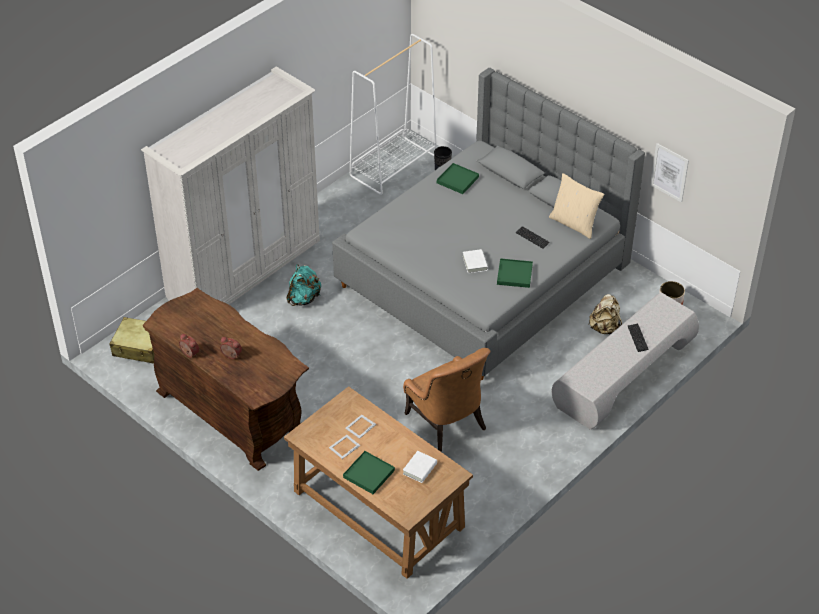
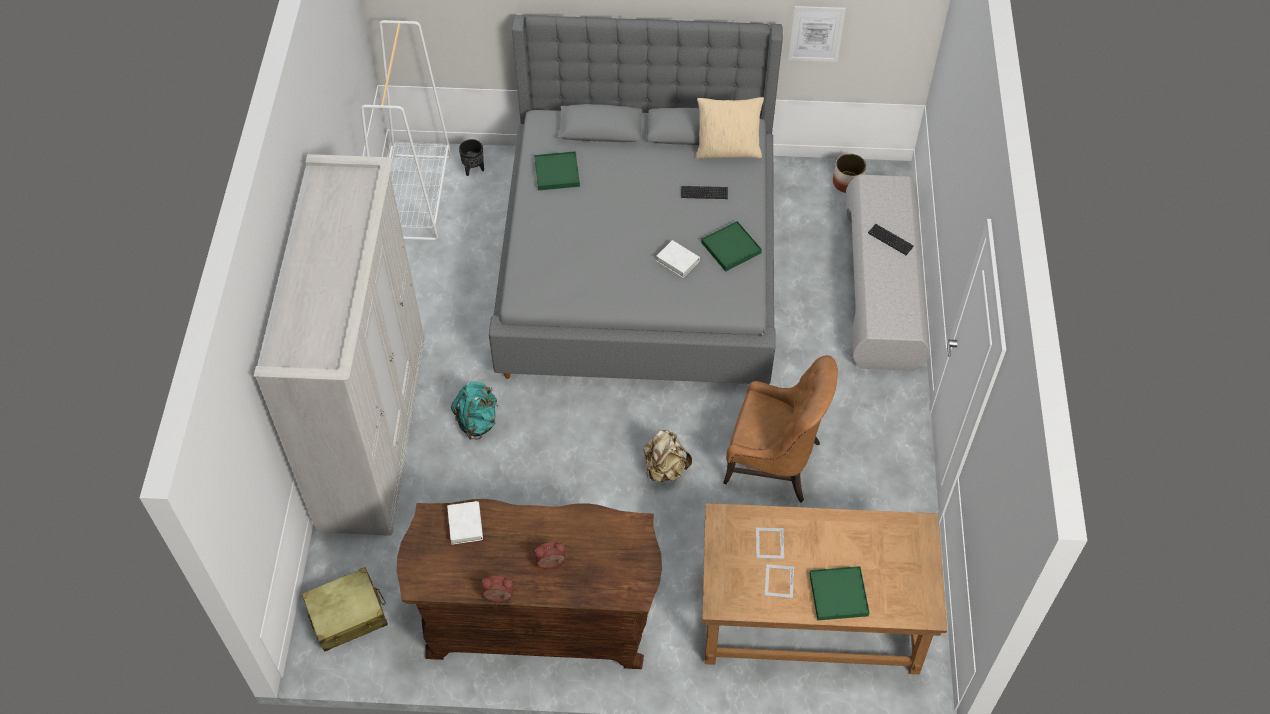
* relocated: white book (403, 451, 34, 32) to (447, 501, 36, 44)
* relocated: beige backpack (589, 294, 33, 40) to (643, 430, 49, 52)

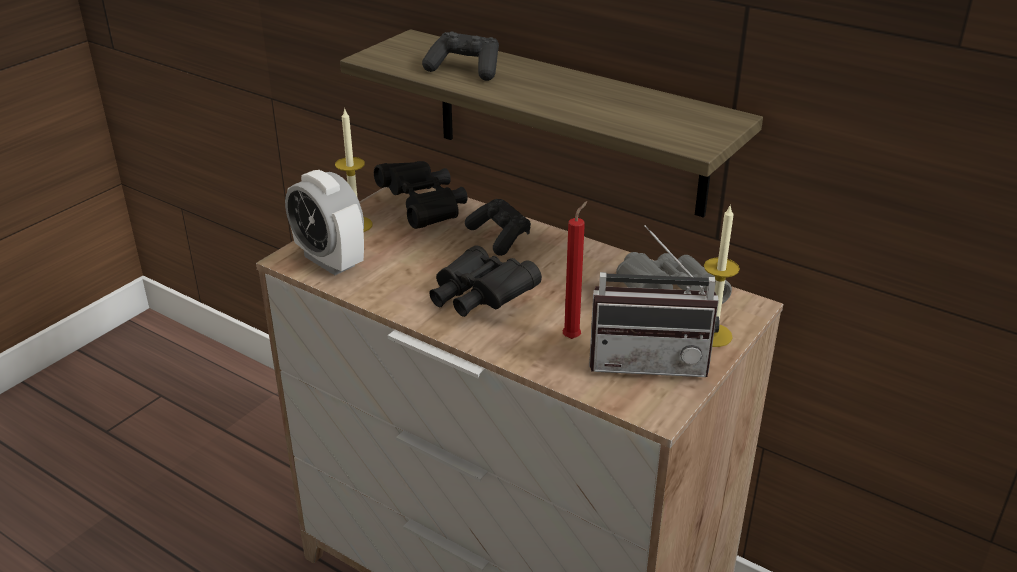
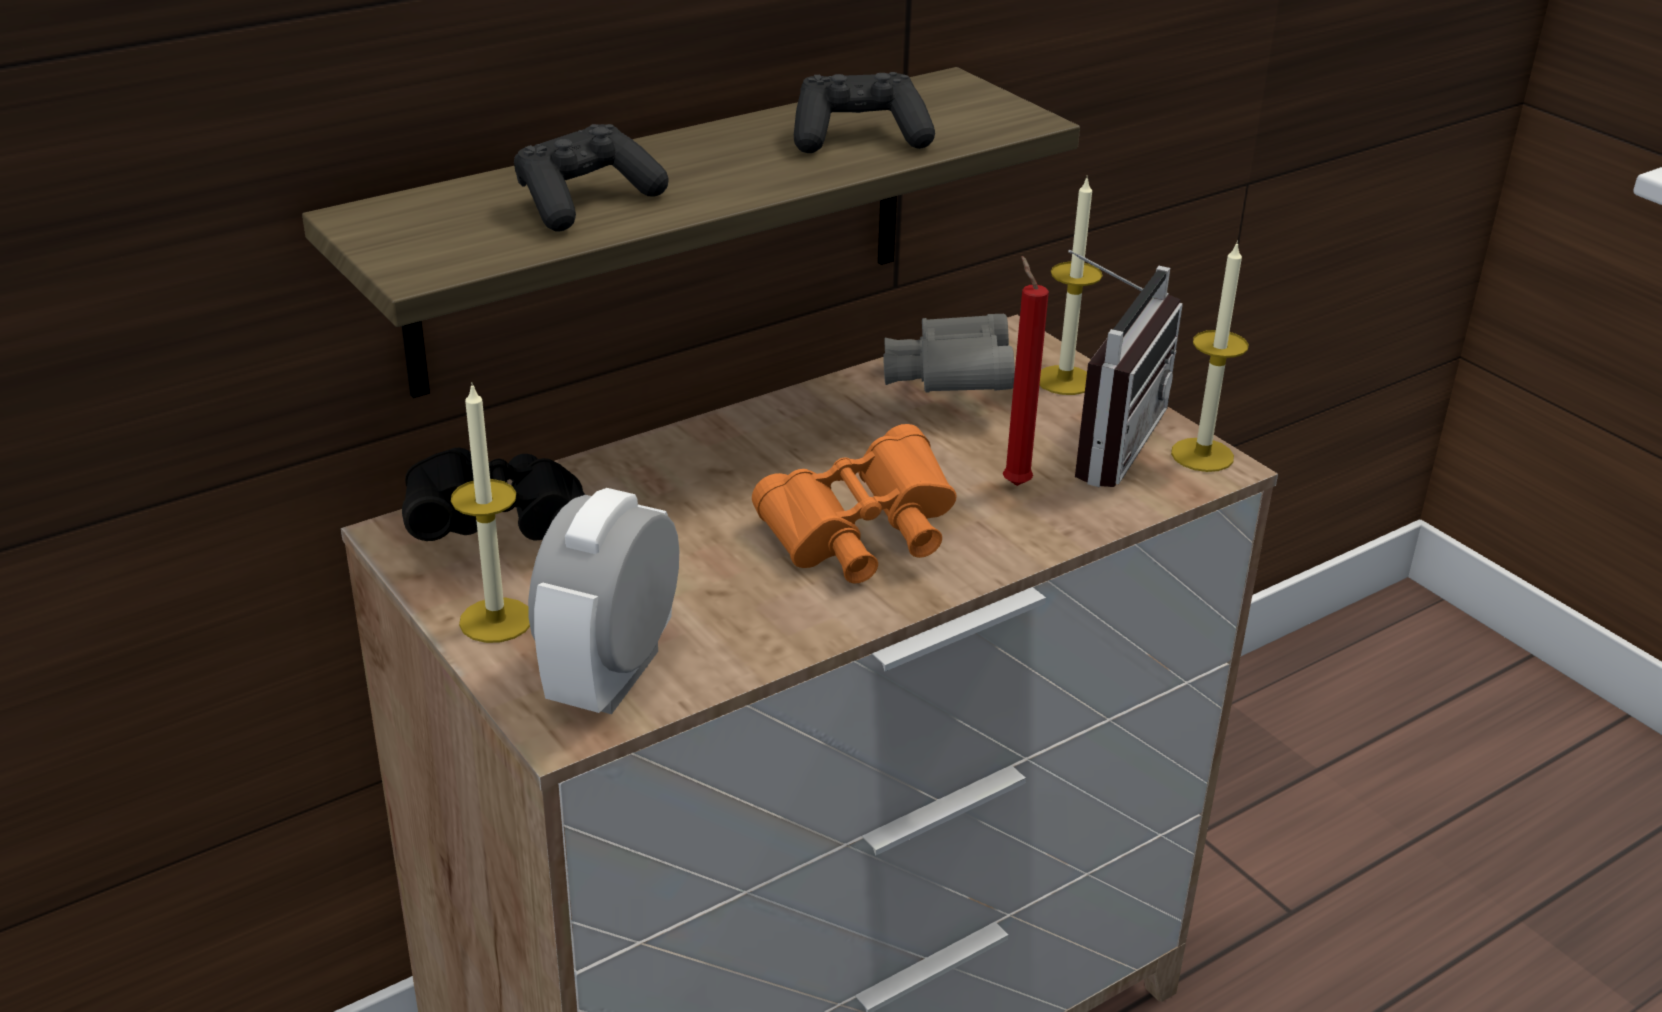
* appeared: candle (1171, 241, 77, 231)
* relocated: black game controller (465, 199, 66, 57) to (794, 72, 141, 81)
* colour: black binoculars (429, 245, 113, 72) to orange binoculars (752, 424, 205, 159)
* spun: alarm clock (285, 170, 79, 105) = (528, 488, 151, 226) 135 degrees clockwise

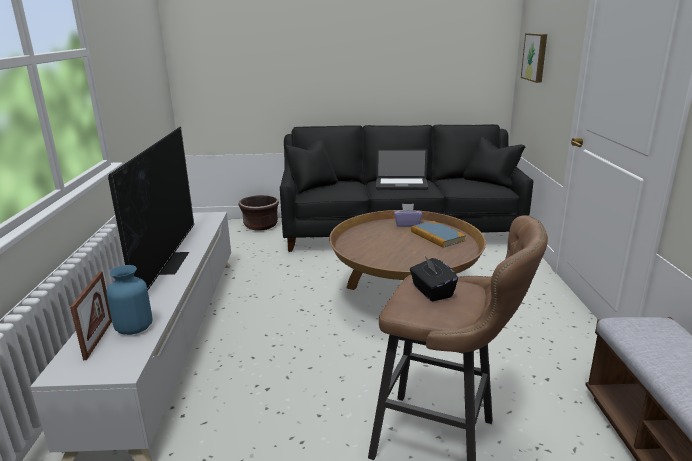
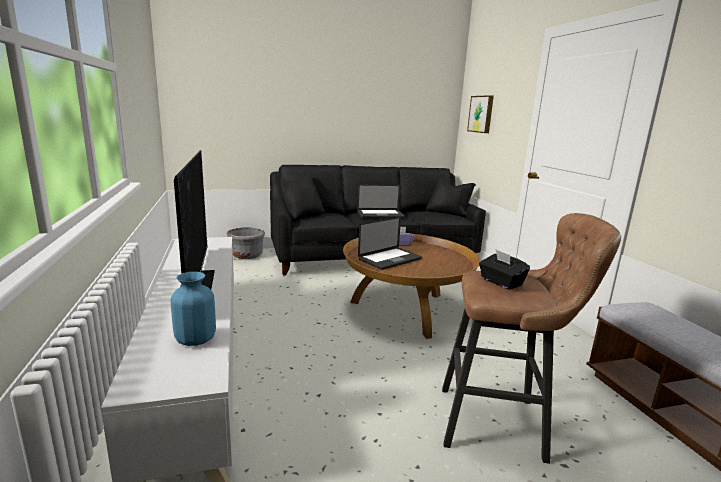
* missing: picture frame (70, 271, 42, 89)
* missing: book (411, 221, 55, 27)
* appeared: laptop (358, 217, 64, 53)
* colour: brown planter (239, 195, 40, 36) to grey planter (227, 227, 38, 32)

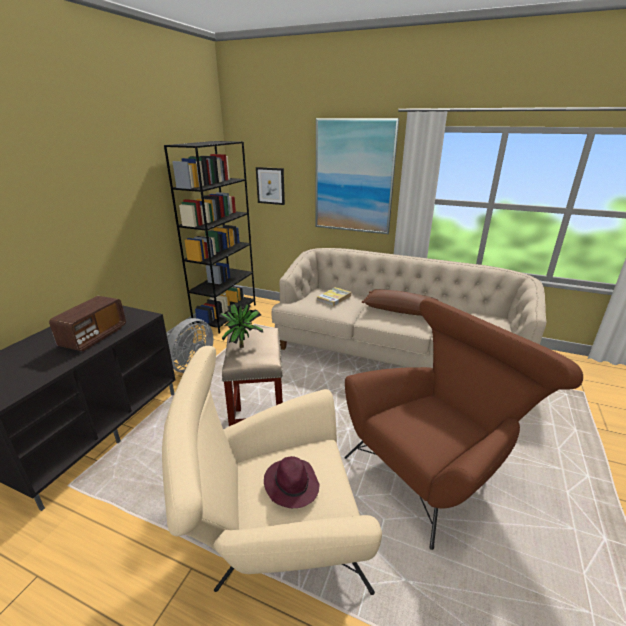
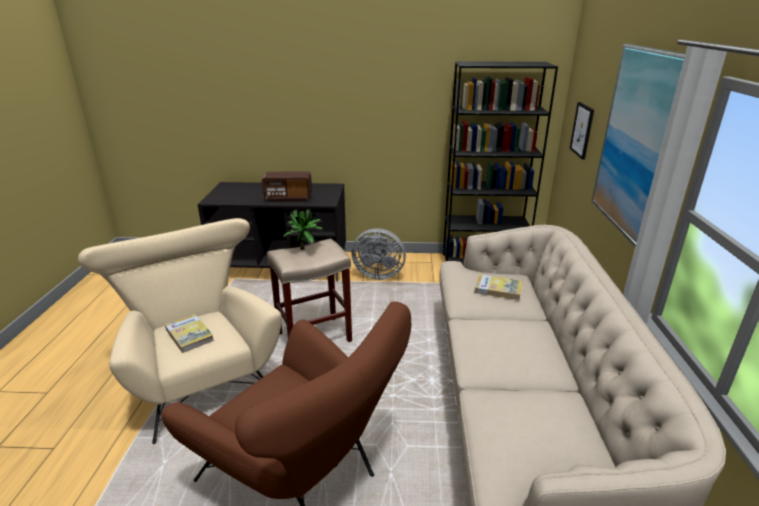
* missing: brown pillow (362, 289, 77, 27)
* exchanged: purple hat (264, 456, 55, 52) to book (165, 314, 49, 39)

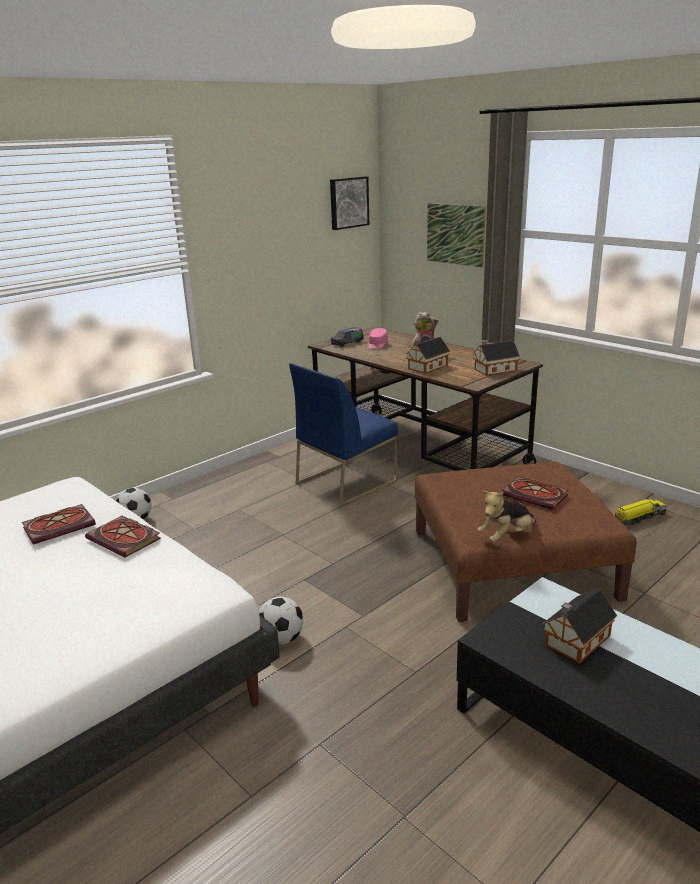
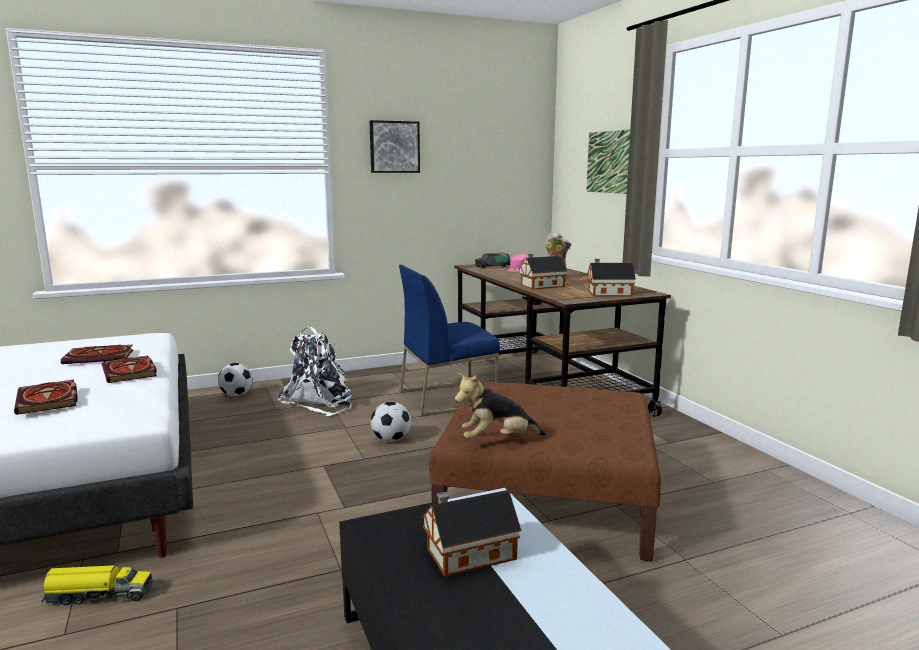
* appeared: white backpack (278, 326, 74, 91)
* relocated: football (259, 597, 44, 48) to (371, 402, 40, 40)
* relocated: picture (330, 176, 39, 54) to (370, 120, 50, 53)
* relocated: book (501, 476, 67, 34) to (14, 379, 64, 36)
* relocated: toy truck (615, 499, 51, 27) to (42, 565, 111, 40)

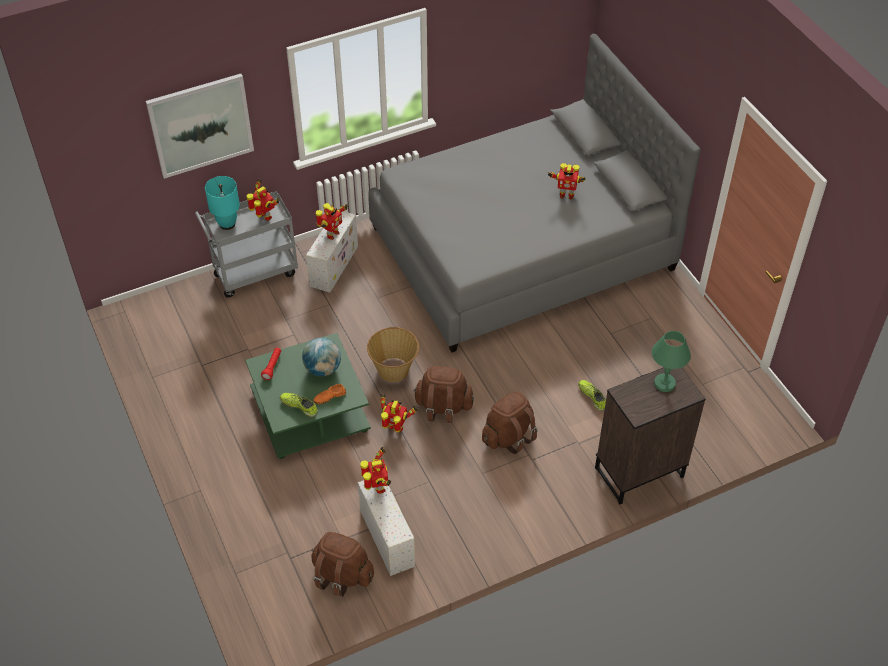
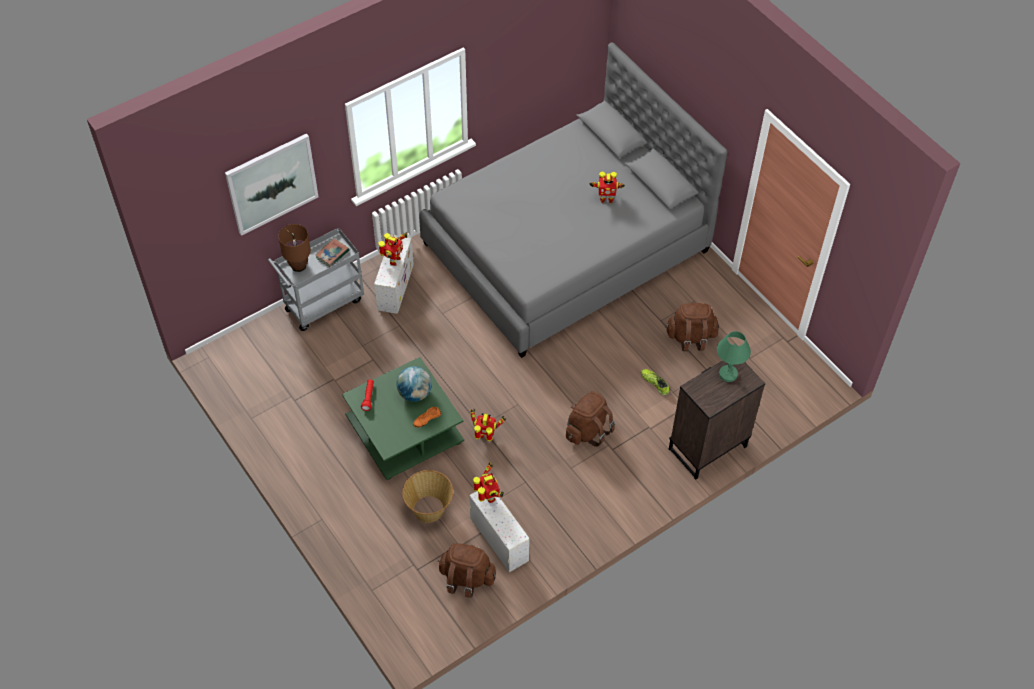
* missing: shoe (280, 393, 38, 24)
* relocated: basket (367, 327, 52, 55) to (402, 470, 51, 53)
* relocated: brown backpack (413, 366, 61, 57) to (666, 303, 53, 48)
* exchanged: toy robot (247, 179, 32, 42) to book (315, 238, 34, 29)
* colour: turquoise table lamp (205, 176, 35, 54) to brown table lamp (278, 224, 33, 48)

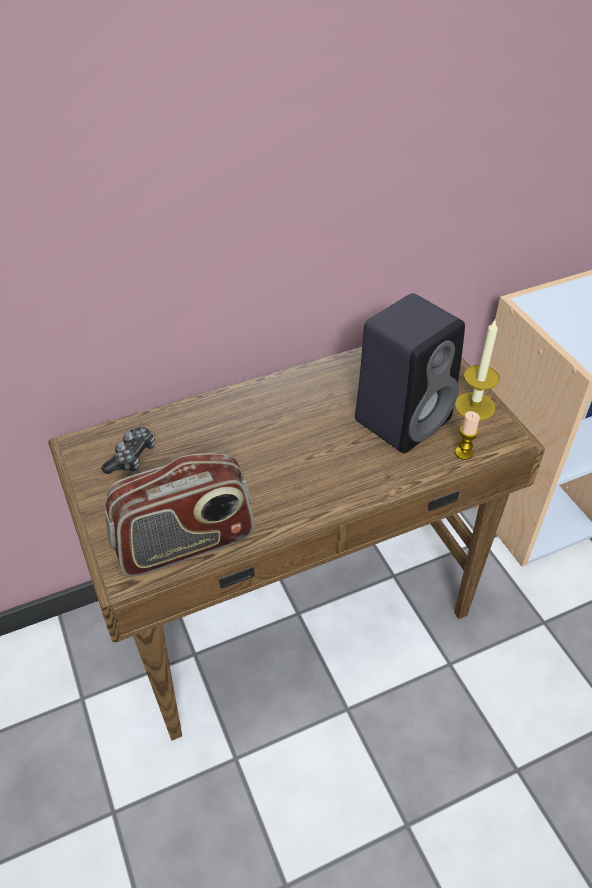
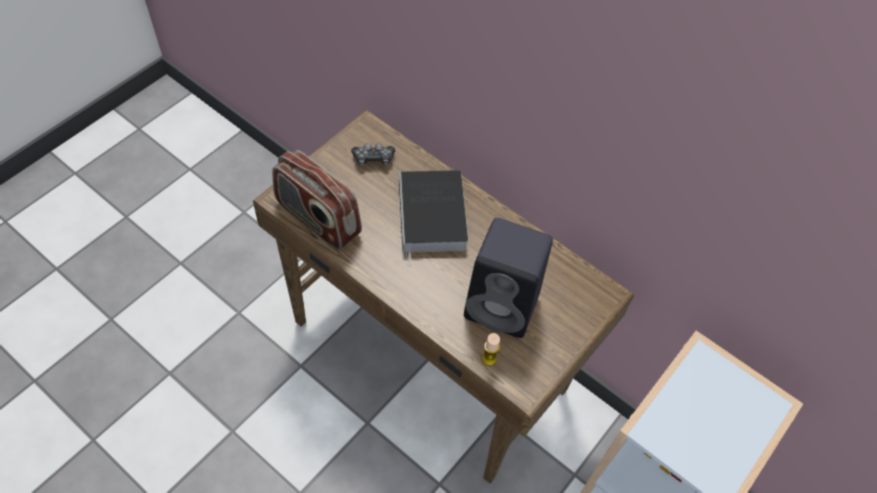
* missing: candle (455, 320, 45, 100)
* appeared: book (399, 170, 69, 98)

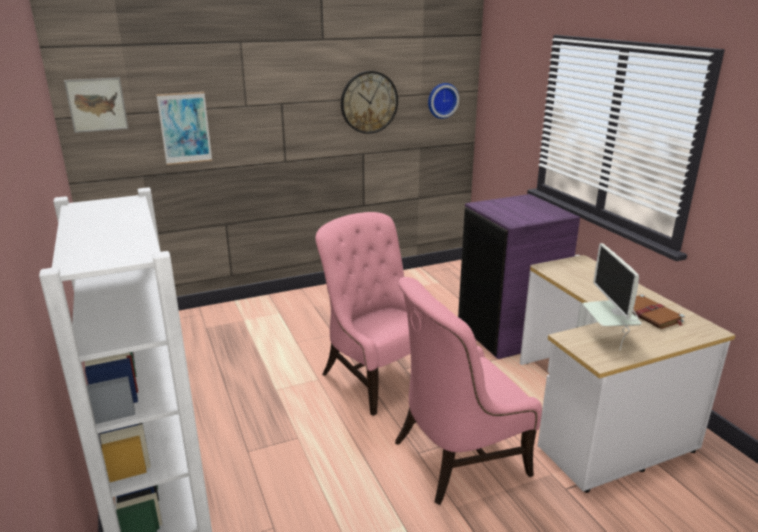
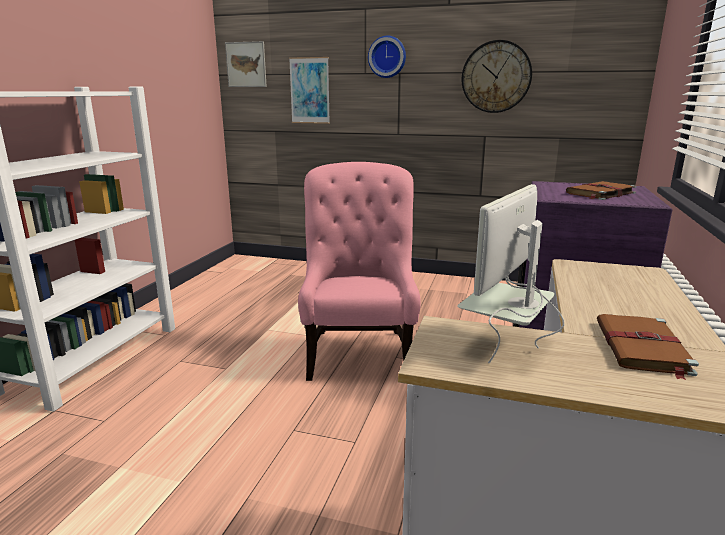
* missing: pink chair (395, 277, 147, 228)
* appeared: brown book (566, 181, 71, 19)
* relocated: wall clock (428, 83, 31, 36) to (368, 35, 38, 43)

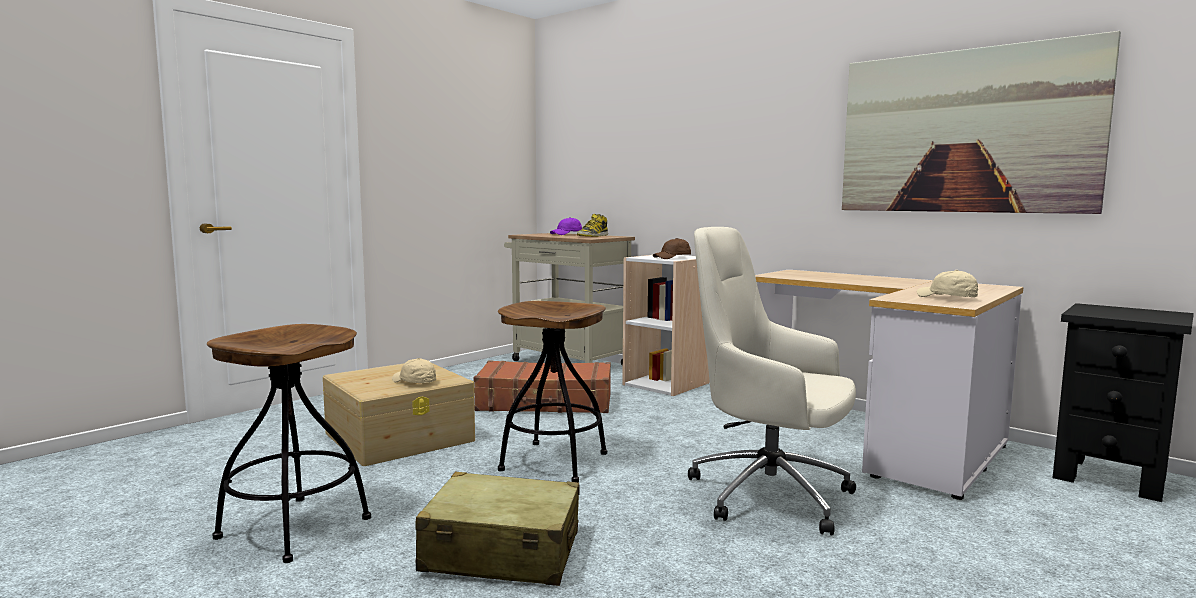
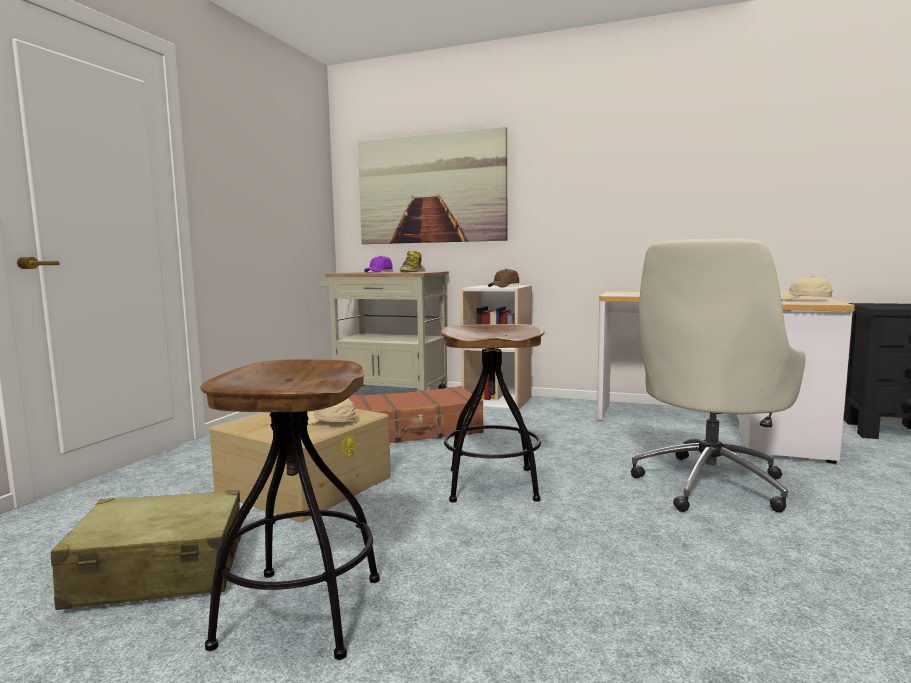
* relocated: beige suitcase (415, 472, 165, 114) to (51, 490, 190, 120)
* relocated: picture (842, 31, 279, 183) to (358, 127, 149, 117)
* spun: beige office chair (688, 227, 168, 308) = (631, 238, 175, 274) 60 degrees counterclockwise

